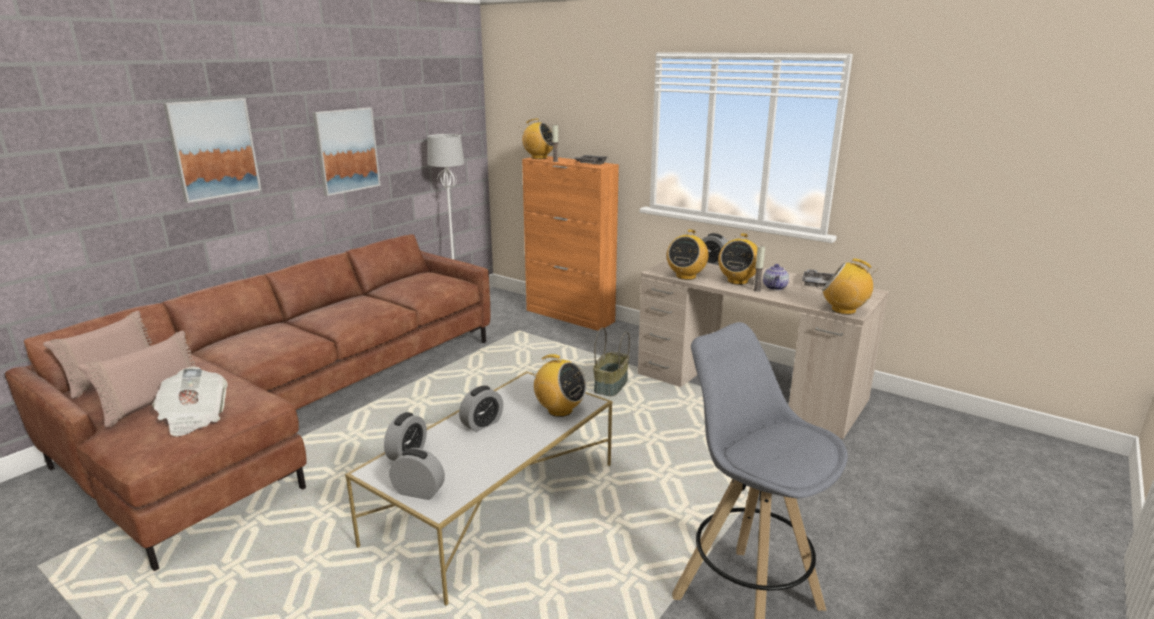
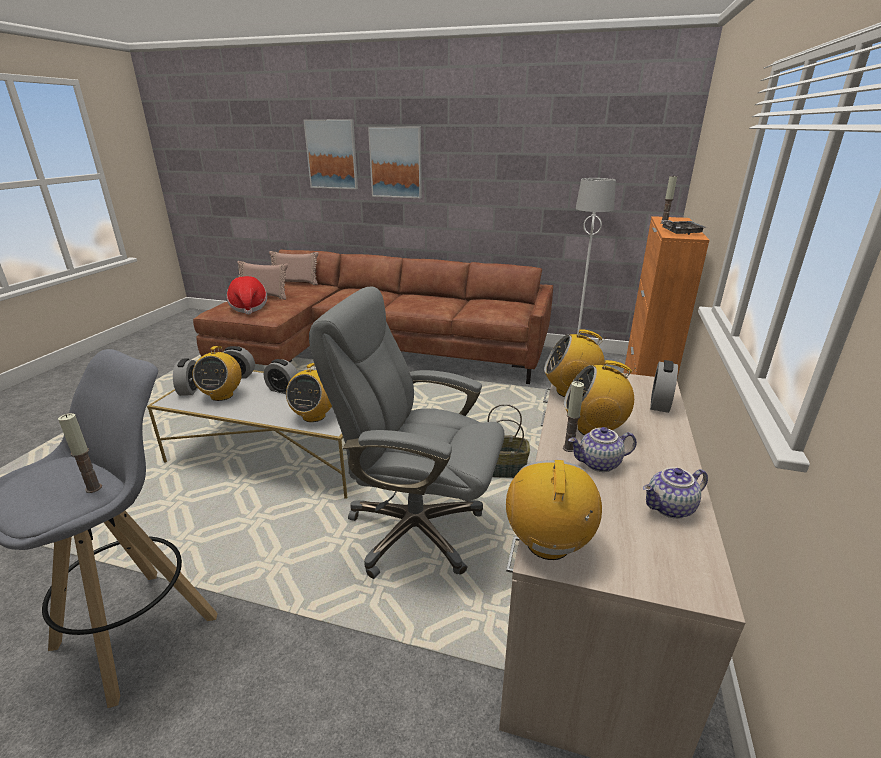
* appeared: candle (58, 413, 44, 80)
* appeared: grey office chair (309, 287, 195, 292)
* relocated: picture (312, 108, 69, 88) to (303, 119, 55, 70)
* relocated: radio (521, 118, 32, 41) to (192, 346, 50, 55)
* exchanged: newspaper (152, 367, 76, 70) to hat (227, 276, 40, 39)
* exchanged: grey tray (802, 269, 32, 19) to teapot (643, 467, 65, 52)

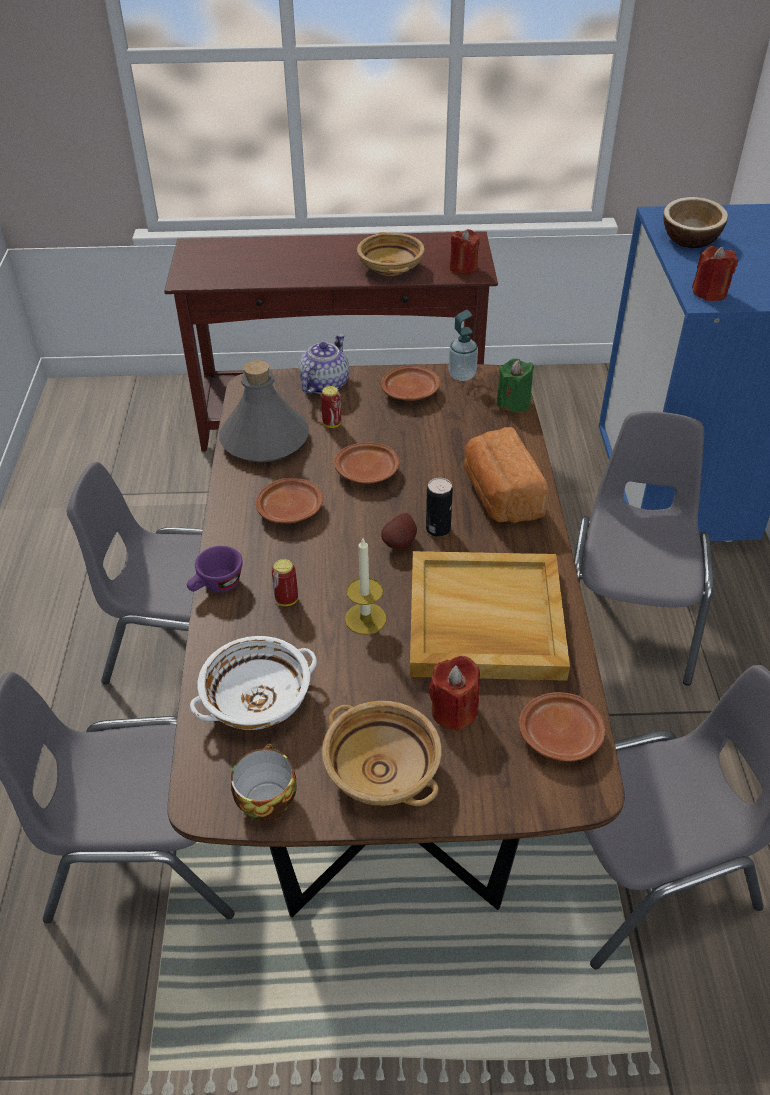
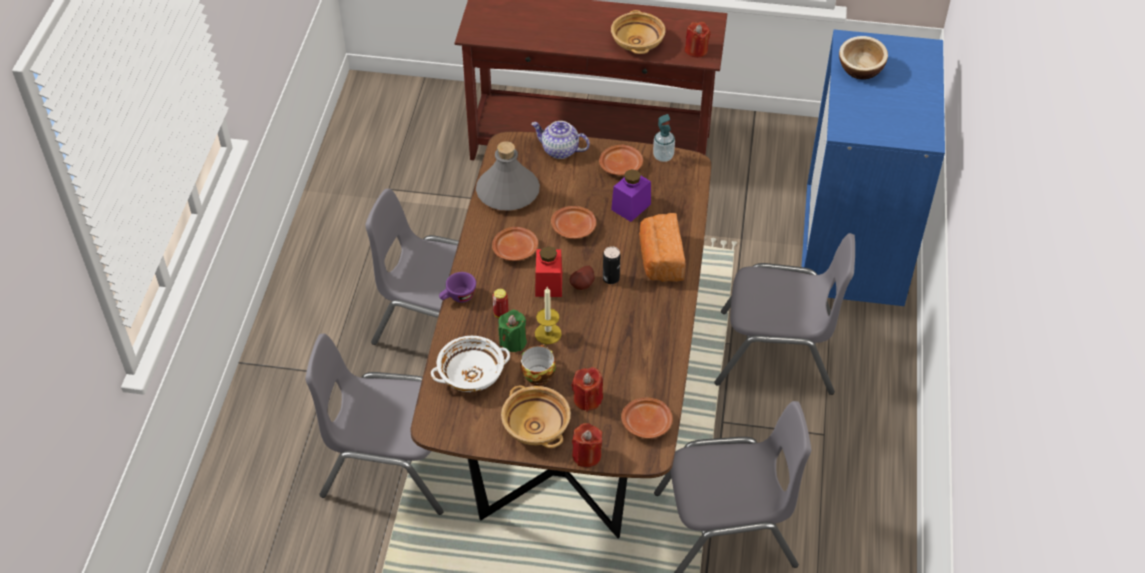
* missing: can (321, 386, 20, 42)
* missing: beige tray (410, 551, 160, 130)
* appeared: red jar (535, 246, 27, 51)
* appeared: purple jar (611, 169, 40, 53)
* relocated: cup (231, 744, 66, 77) to (520, 344, 36, 42)
* relocated: green candle (497, 358, 37, 55) to (498, 310, 29, 42)
* relocated: red candle (692, 246, 46, 55) to (572, 423, 30, 44)
* spun: teapot (299, 334, 50, 60) = (531, 121, 59, 38) 105 degrees counterclockwise
* spun: grey chair (574, 411, 139, 275) = (715, 233, 140, 162) 75 degrees clockwise

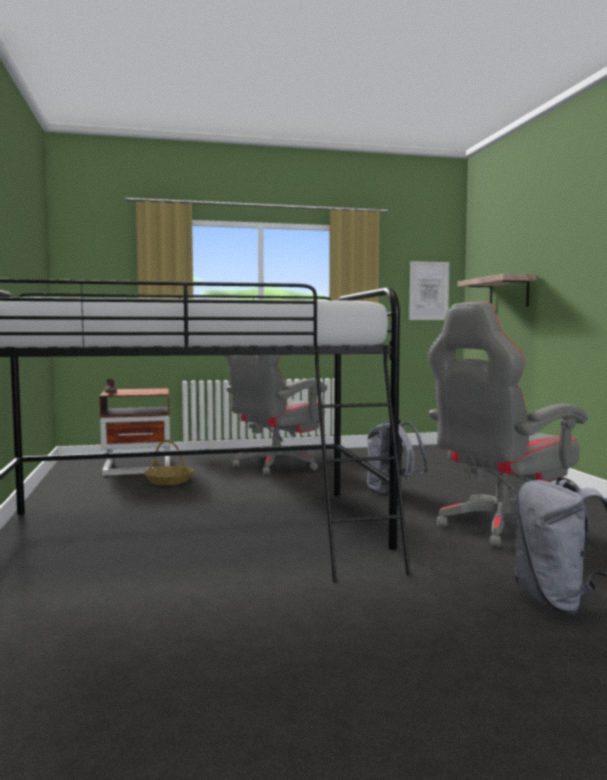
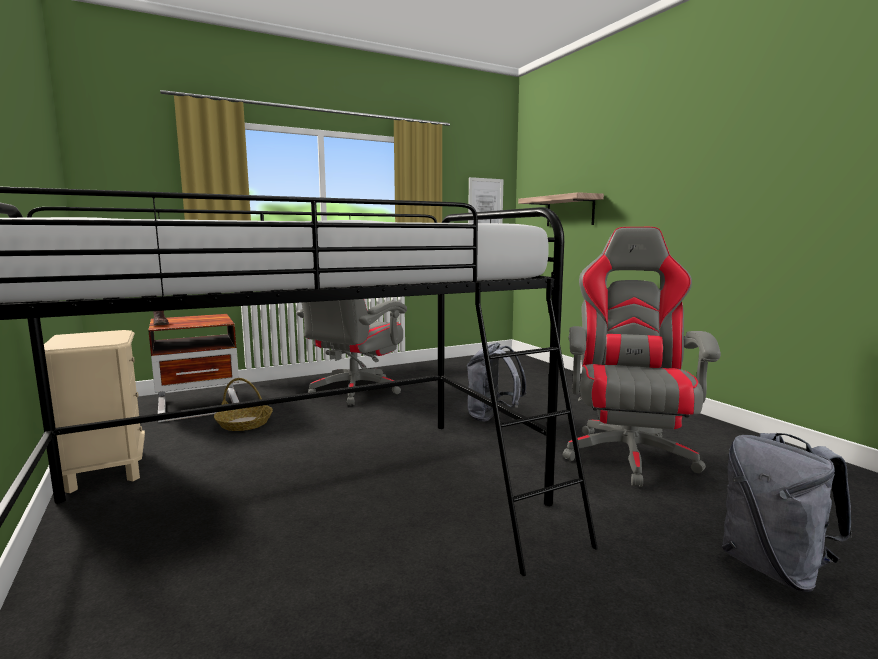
* appeared: beige nightstand (44, 330, 101, 163)
* spun: grey office chair (427, 301, 161, 247) = (563, 227, 158, 260) 150 degrees clockwise

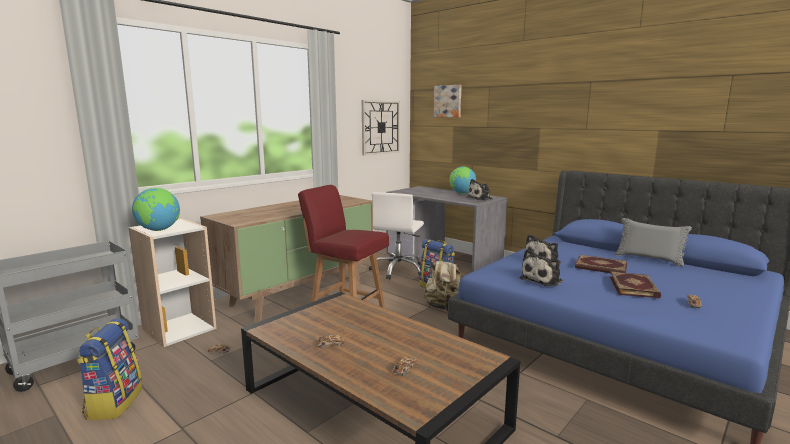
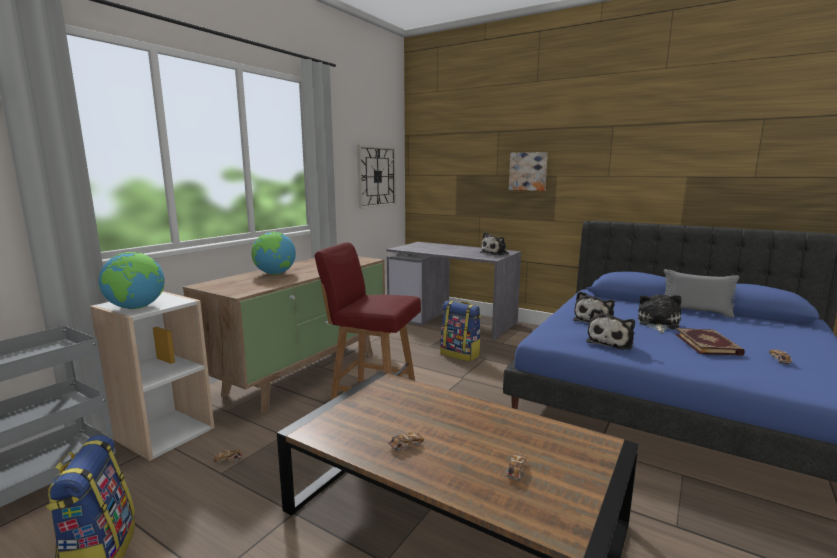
* missing: white office chair (369, 192, 55, 88)
* missing: beige backpack (423, 255, 38, 56)
* relocated: picture (434, 85, 27, 32) to (509, 152, 39, 39)
* relocated: globe (449, 167, 27, 27) to (251, 232, 45, 43)
* exchanged: book (575, 255, 53, 18) to plush toy (638, 294, 44, 39)

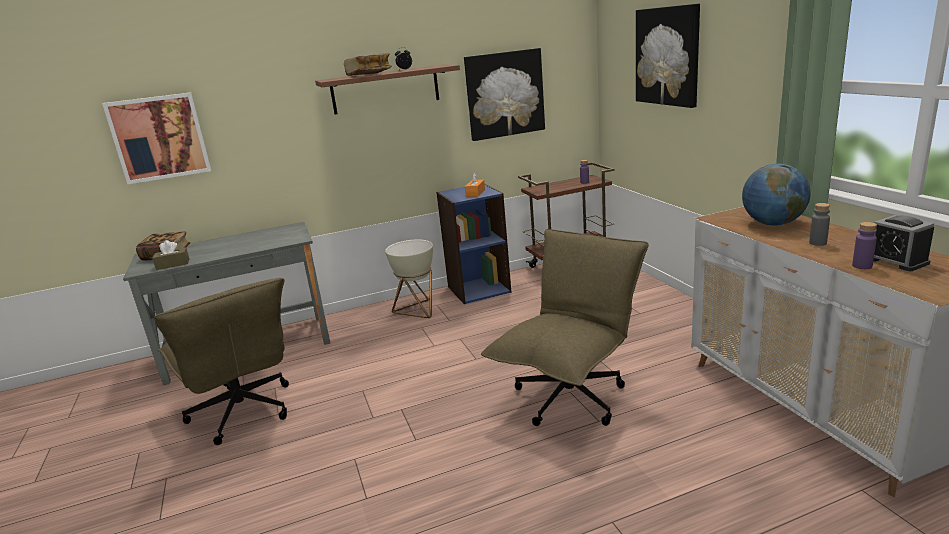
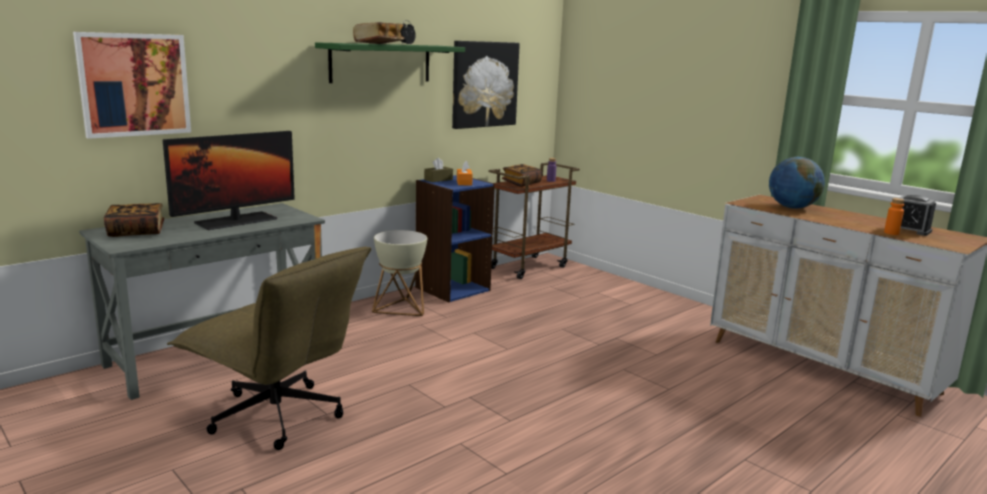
* missing: beige office chair (481, 229, 168, 197)
* missing: picture (636, 4, 64, 104)
* missing: grey bottle (809, 203, 21, 43)
* appeared: monitor (163, 131, 132, 99)
* appeared: book (502, 164, 40, 23)
* relocated: brown tissue box (152, 240, 37, 30) to (424, 158, 29, 24)
* colour: brown shelf (315, 64, 145, 50) to green shelf (315, 42, 150, 41)
* colour: purple bottle (852, 222, 25, 47) to orange bottle (884, 198, 21, 37)

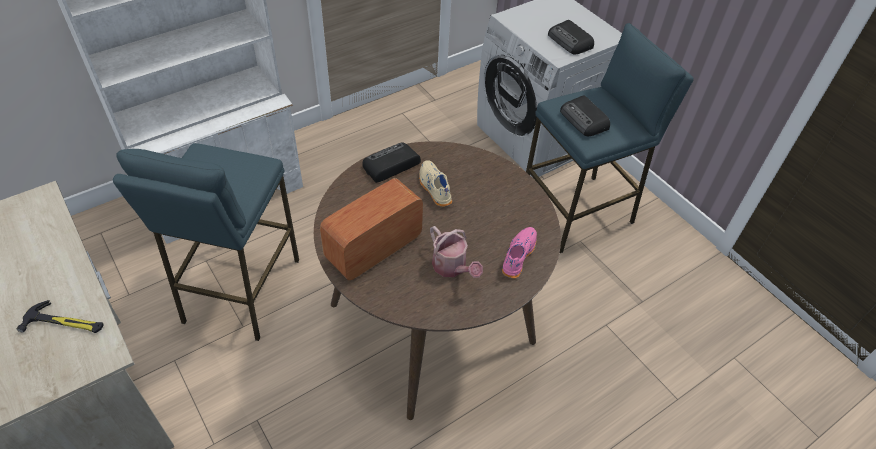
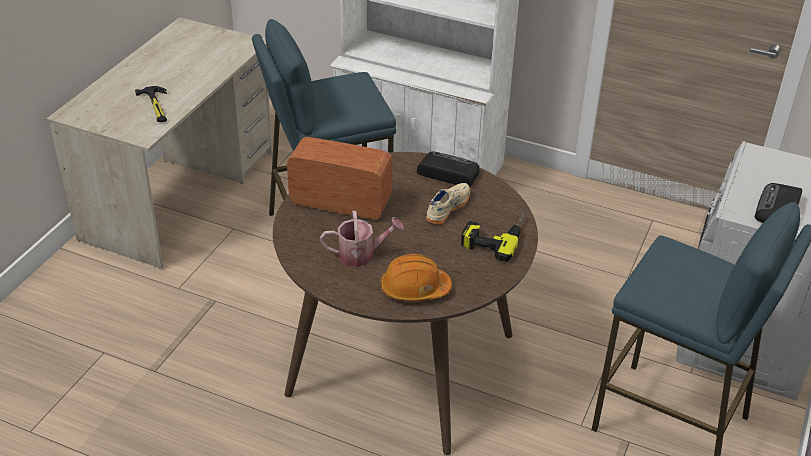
* missing: radio (560, 95, 50, 41)
* appeared: power drill (461, 213, 64, 49)
* exchanged: pink shoe (502, 227, 35, 51) to orange hard hat (380, 254, 72, 47)
* spun: watering can (430, 226, 53, 52) = (320, 211, 84, 56) 120 degrees counterclockwise

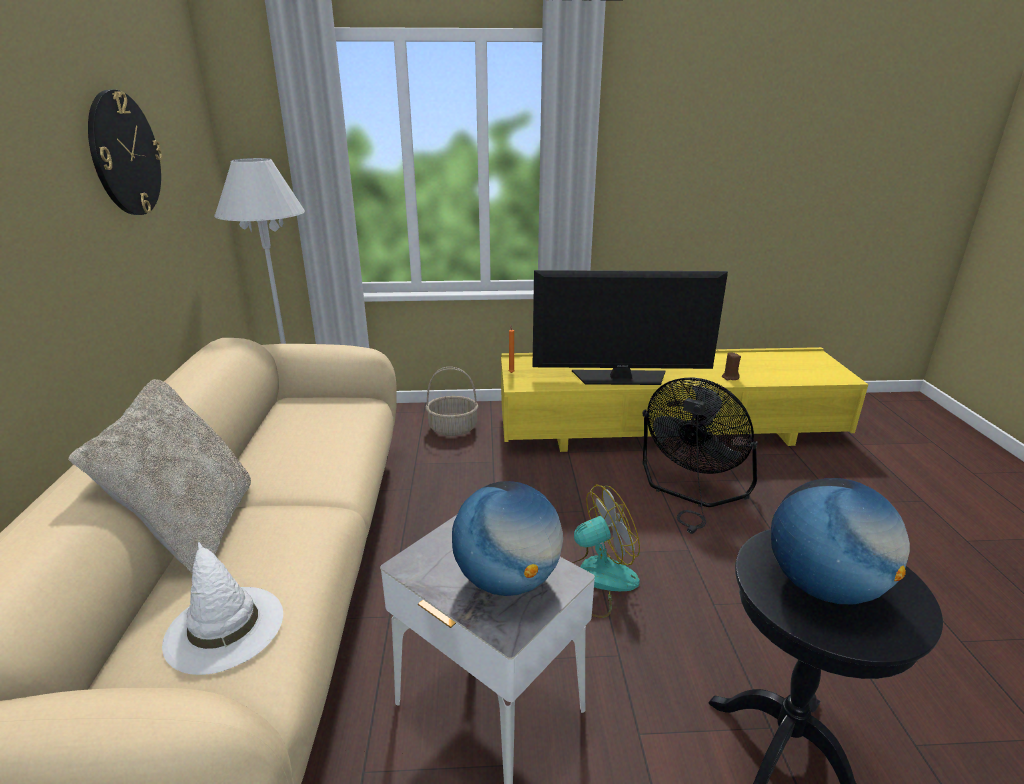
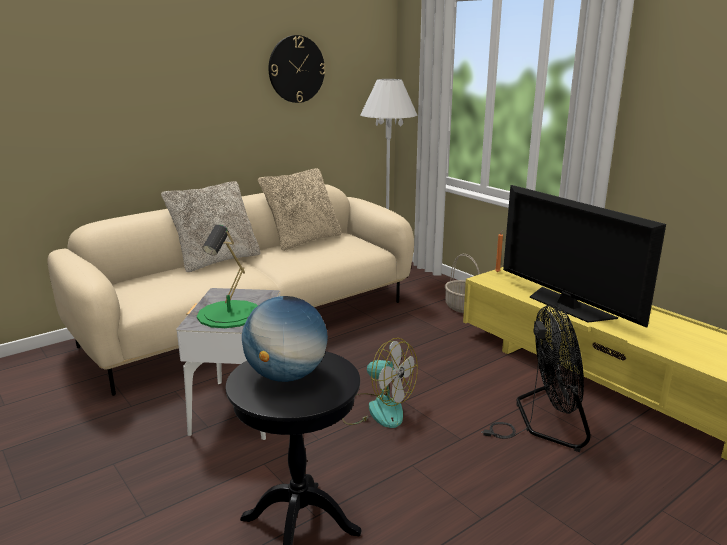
* missing: white hat (162, 541, 121, 134)
* missing: brown candle (722, 352, 19, 28)
* appeared: beige pillow (258, 168, 83, 83)
* exchanged: globe (452, 481, 111, 115) to green table lamp (197, 225, 61, 103)

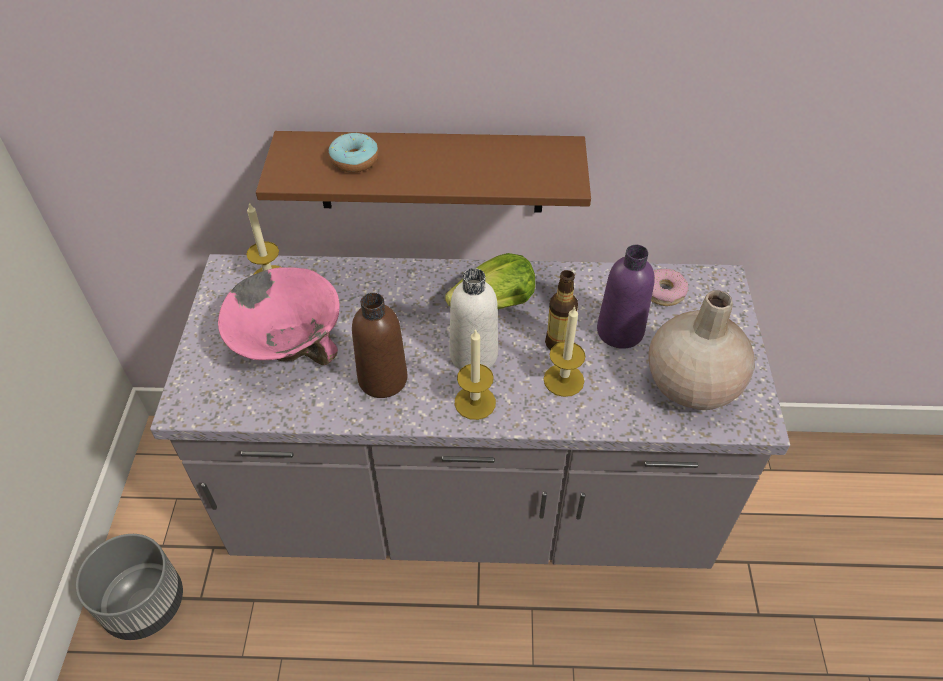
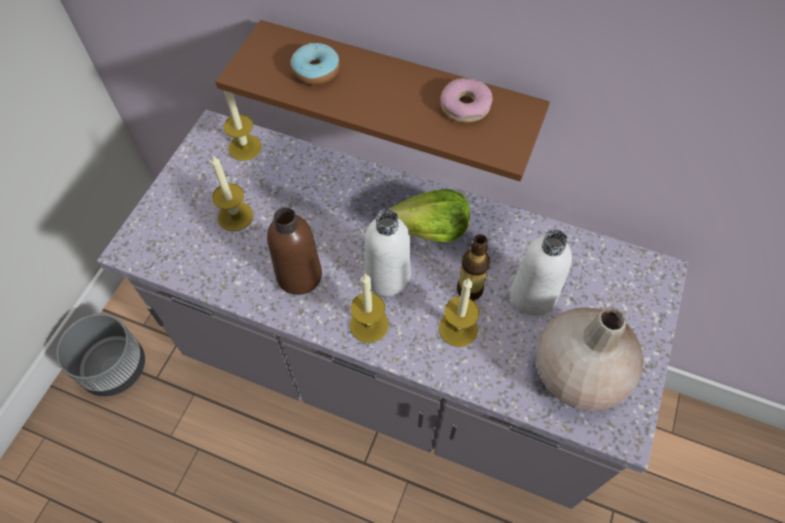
* relocated: donut (651, 268, 37, 38) to (441, 78, 52, 45)
* exchanged: pink bowl (218, 267, 122, 98) to candle (211, 155, 42, 76)
* colour: purple bottle (597, 245, 58, 104) to white bottle (511, 229, 61, 87)

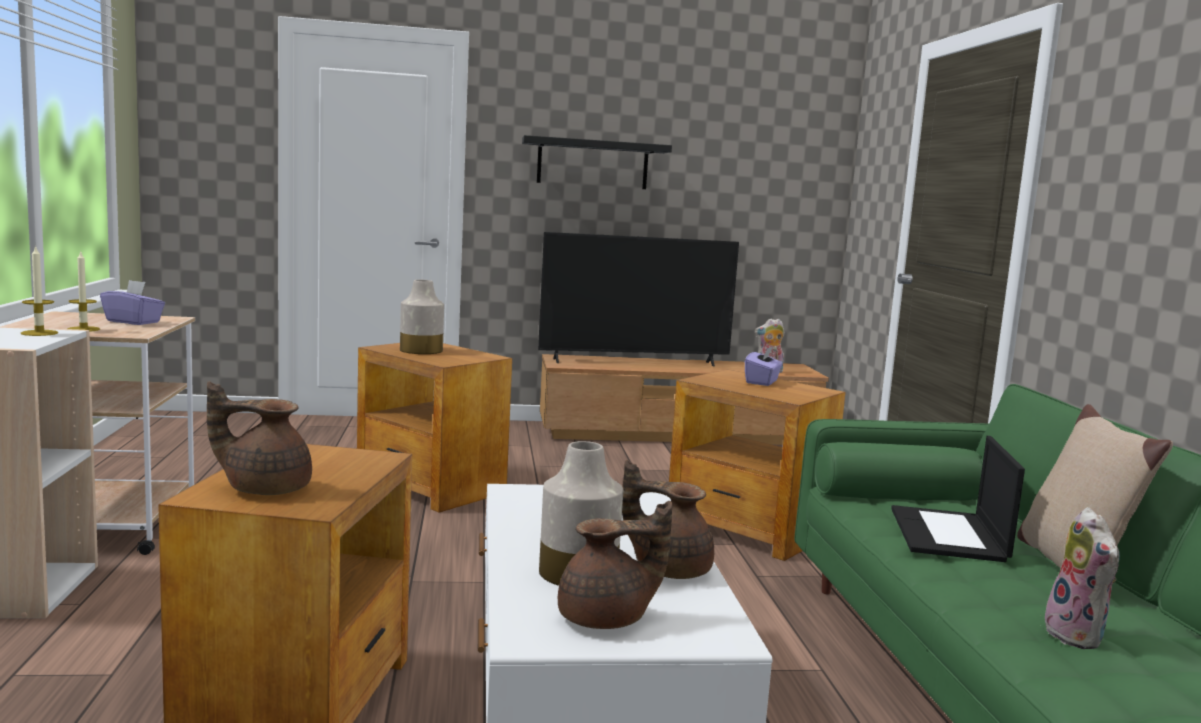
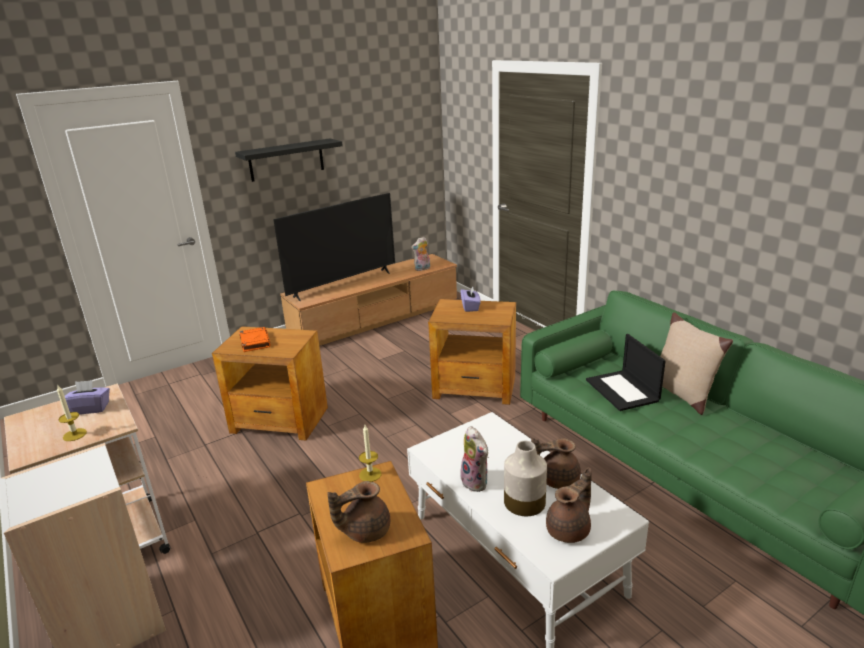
* relocated: candle (20, 245, 38, 91) to (359, 425, 23, 57)
* relocated: plush toy (1045, 507, 75, 142) to (458, 426, 30, 66)
* exchanged: beige vase (400, 280, 44, 74) to orange book (239, 327, 32, 25)

